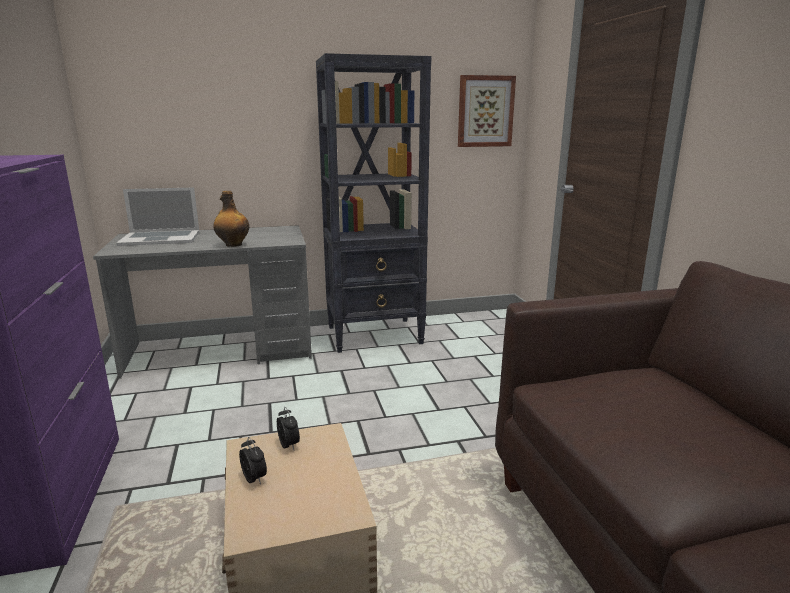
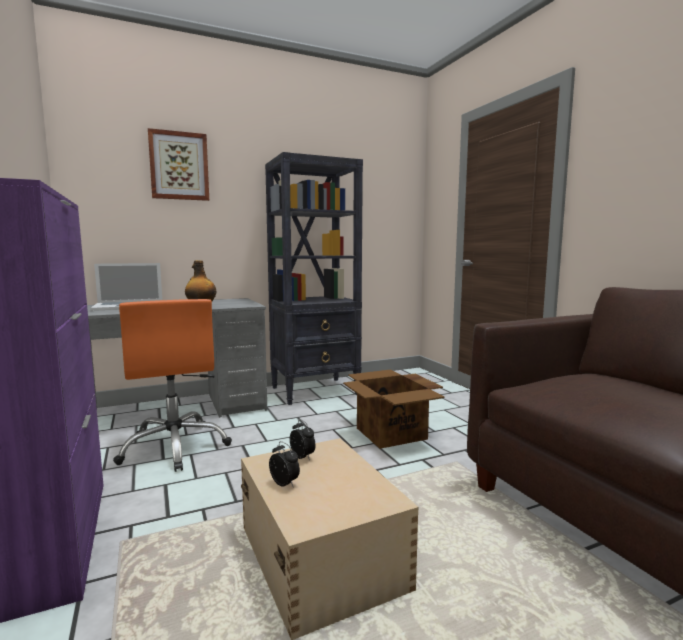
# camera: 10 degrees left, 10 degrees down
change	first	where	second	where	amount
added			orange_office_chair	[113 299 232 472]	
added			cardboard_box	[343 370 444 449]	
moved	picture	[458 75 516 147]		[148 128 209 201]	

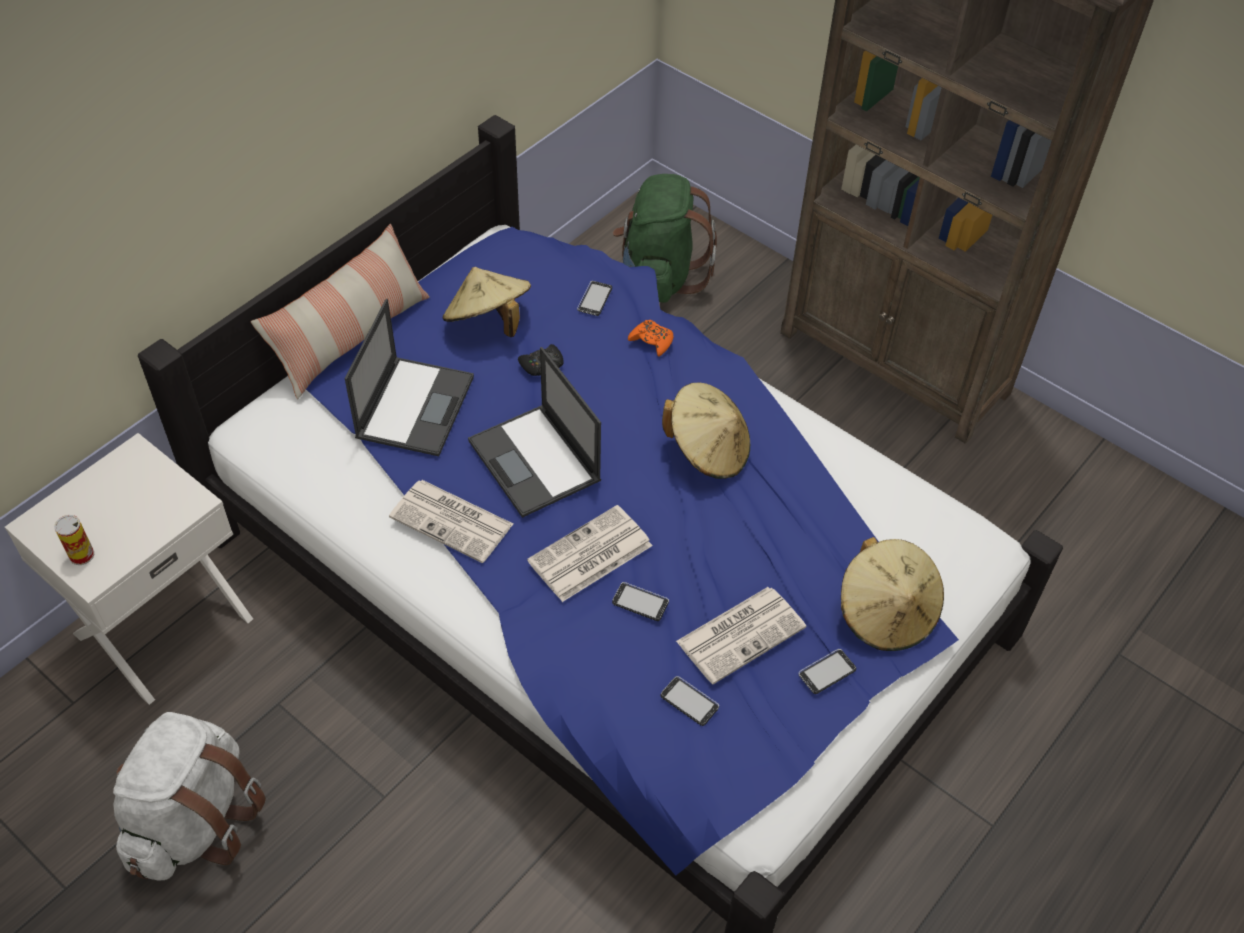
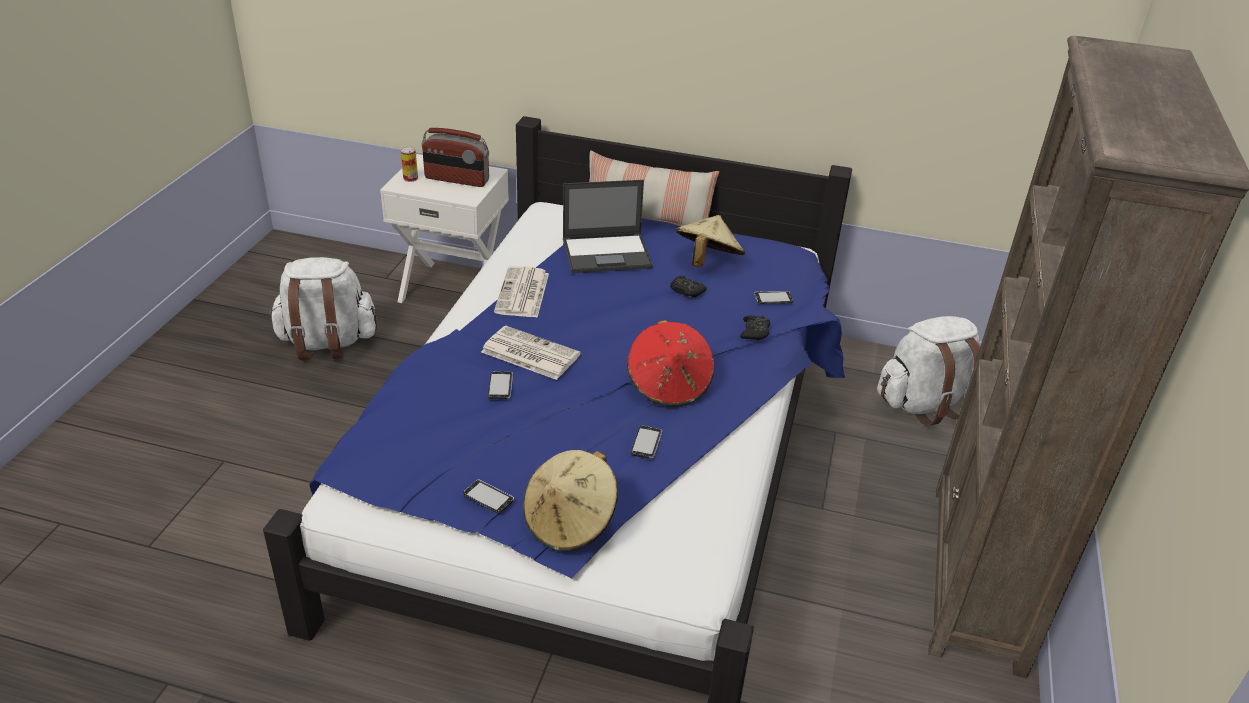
# camera: 65 degrees right, 15 degrees down
change	first	where	second	where	amount
removed	laptop	[468 347 601 518]			
removed	newspaper	[676 587 806 684]			
added			radio	[422 128 489 187]	
moved	phone	[661 676 719 726]		[631 426 662 459]	
recoloured	green_backpack	[613 174 717 303]	white_backpack	[877 316 980 426]	
recoloured	orange_game_controller	[628 320 673 357]	black_game_controller	[740 315 770 340]	
recoloured	beige_hat	[662 383 750 479]	red_hat	[627 320 714 406]	

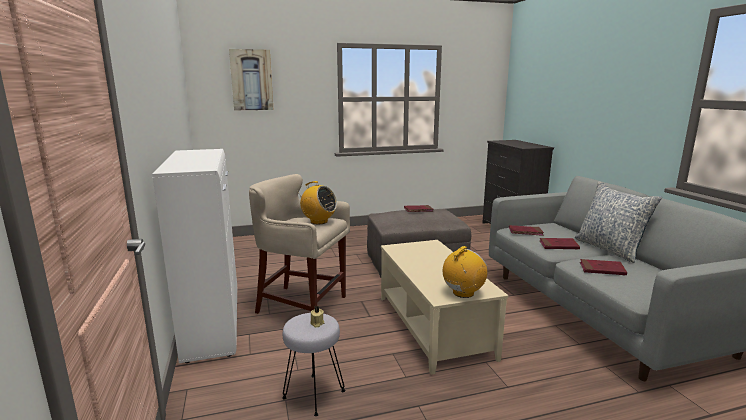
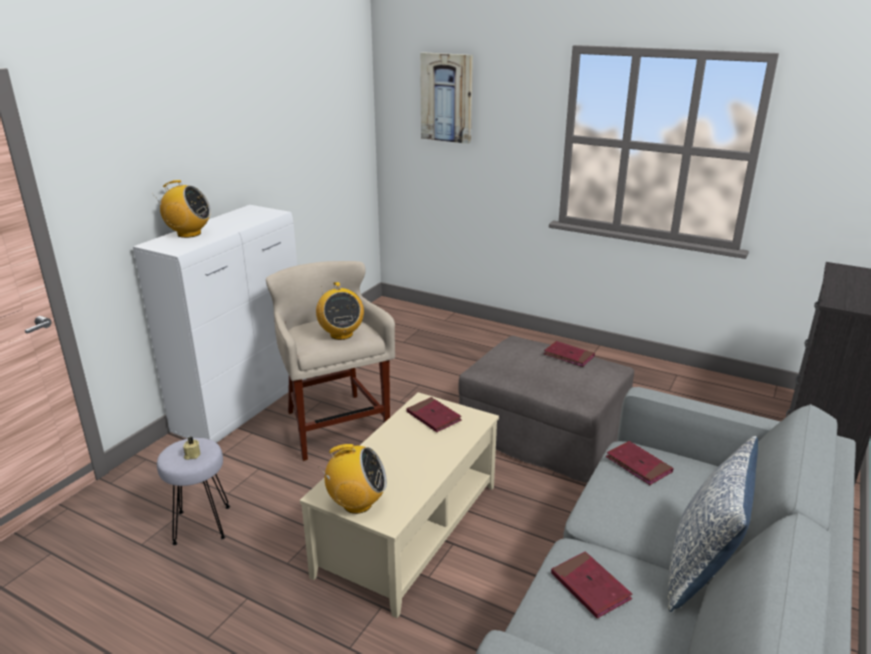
# camera: 45 degrees right, 10 degrees up
change	first	where	second	where	amount
added			radio	[152 180 211 238]	
moved	red_book	[539 238 580 249]		[407 397 462 432]	

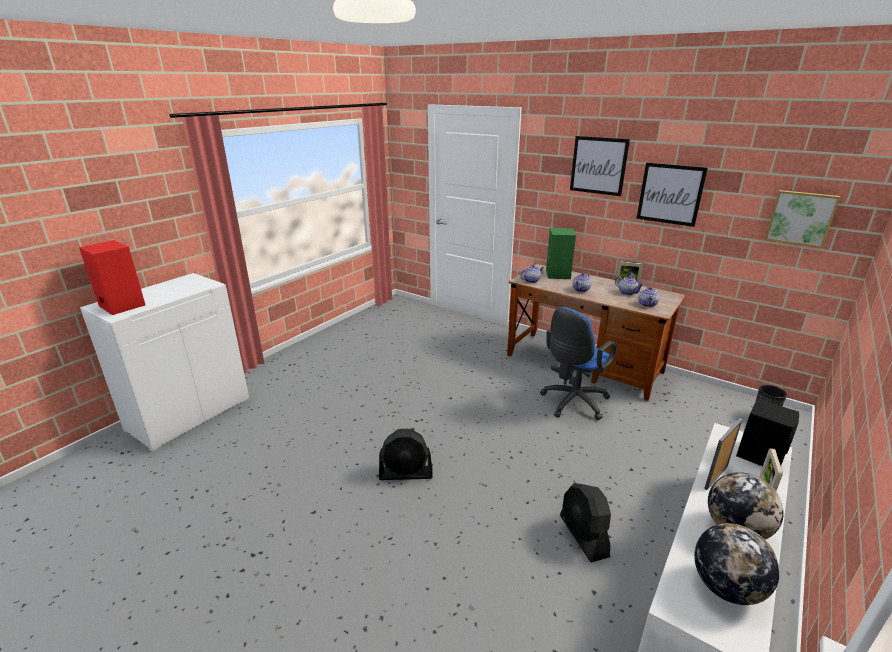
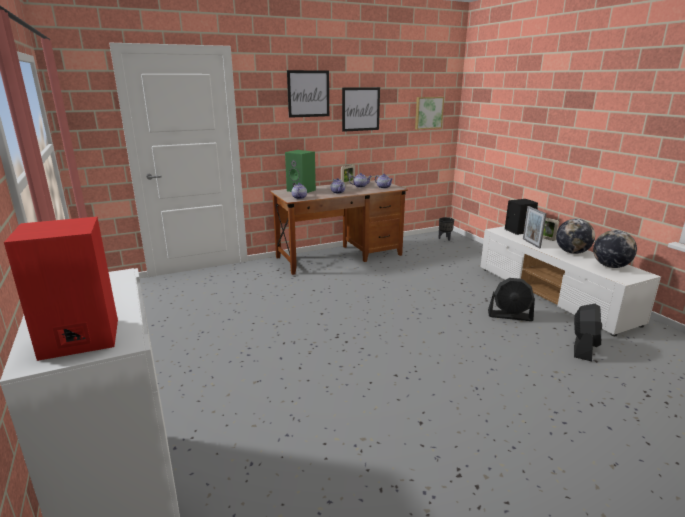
# camera: 60 degrees left, 5 degrees down
change	first	where	second	where	amount
removed	blue_office_chair	[540 307 616 420]			
moved	black_fan	[379 429 433 480]		[574 304 602 361]	

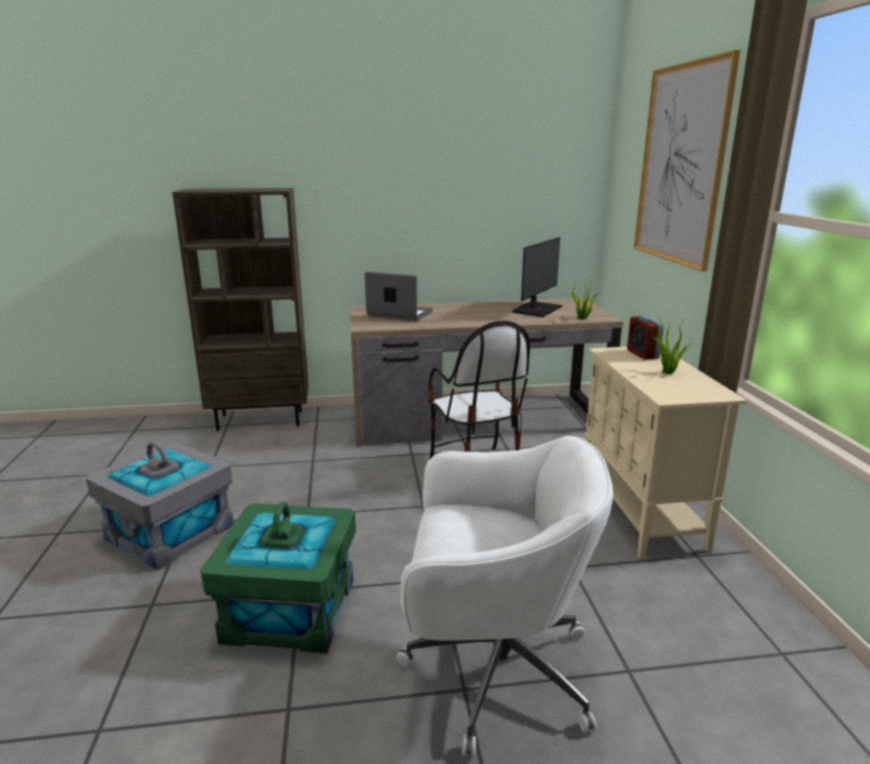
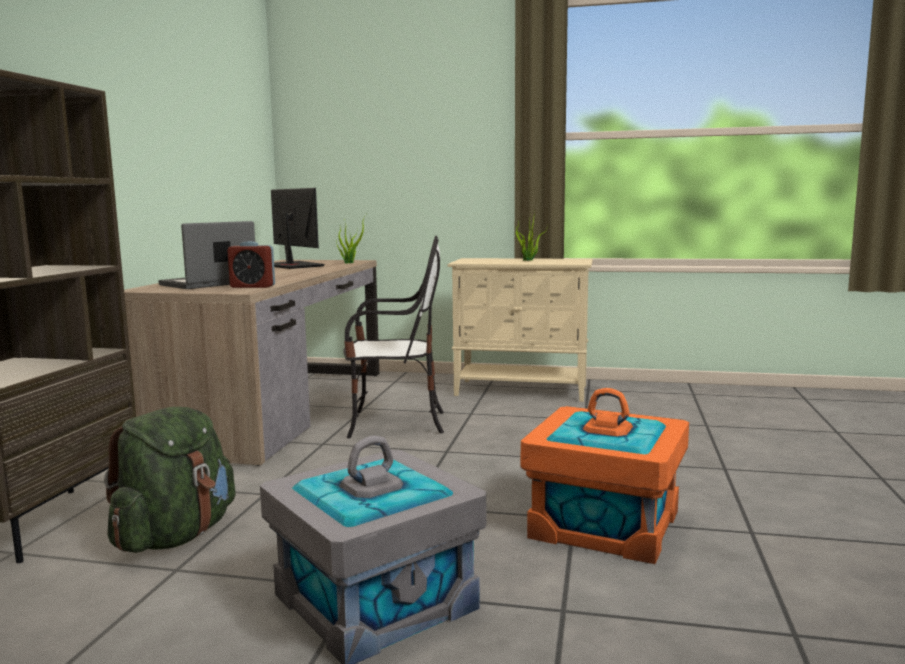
# camera: 70 degrees left, 10 degrees down
change	first	where	second	where	amount
removed	white_office_chair	[396 436 613 757]			
removed	picture	[634 50 741 272]			
added			green_backpack	[104 407 235 553]	
moved	alarm_clock	[627 315 664 360]		[227 241 275 288]	
recoloured	green_storage_box	[200 502 356 653]	orange_storage_box	[521 388 689 564]	

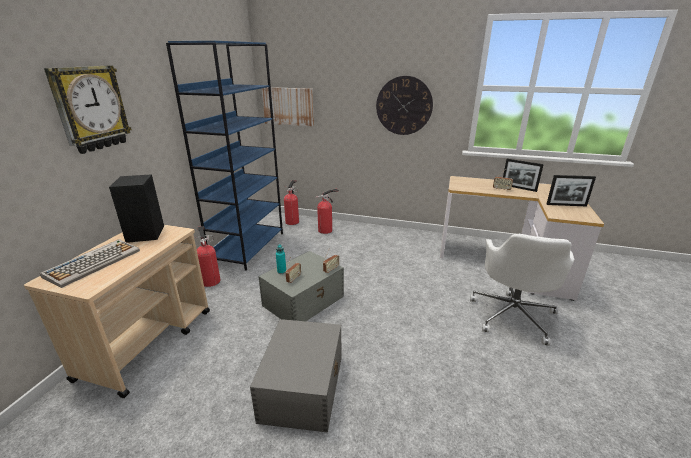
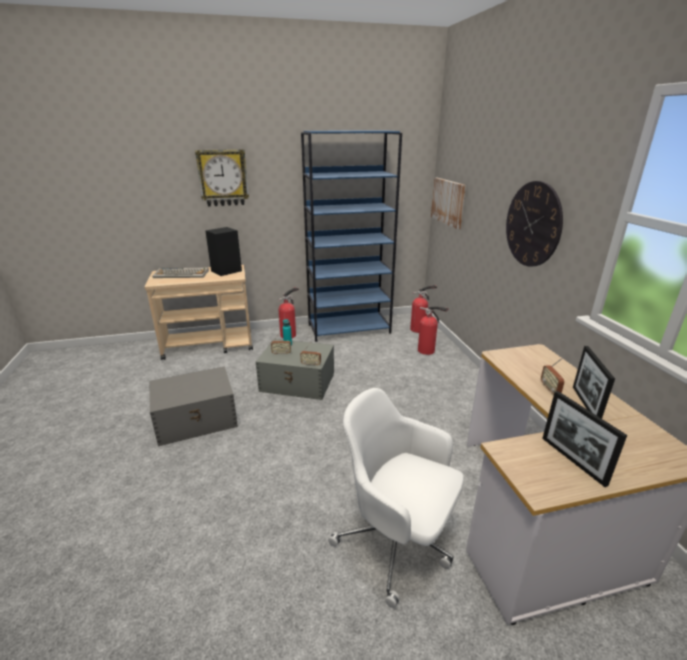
# camera: 60 degrees right, 0 degrees up
change	first	where	second	where	amount
turned	white_office_chair	[470 234 574 346]		[328 388 464 608]	45 degrees clockwise

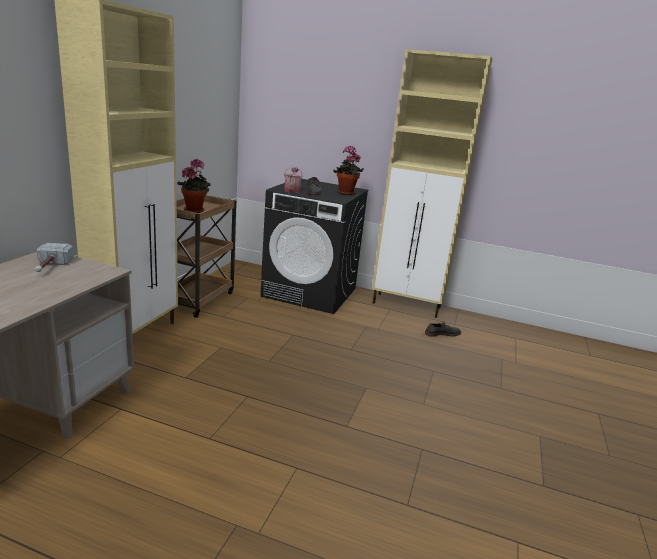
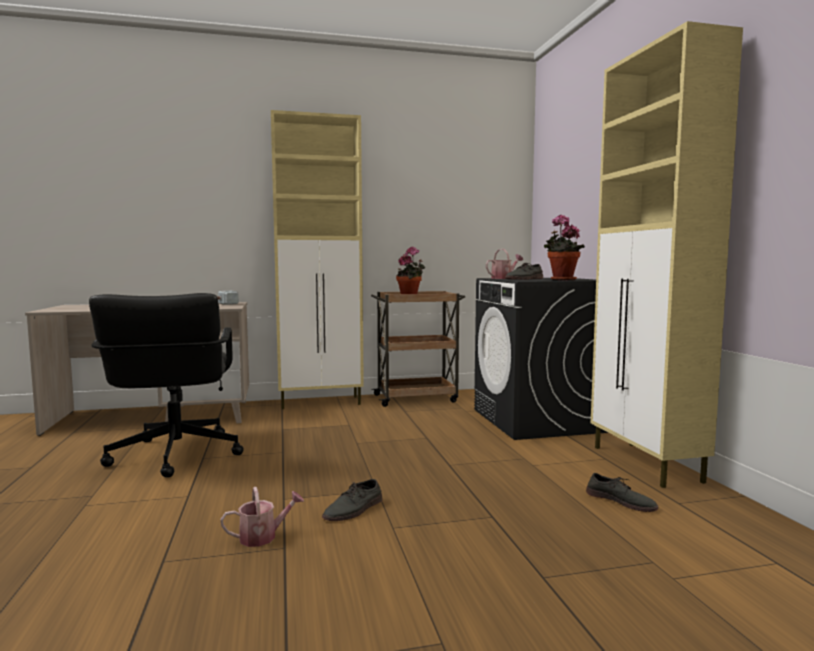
# camera: 60 degrees right, 15 degrees down
change	first	where	second	where	amount
added			black_office_chair	[89 293 243 477]	
added			watering_can	[220 487 304 547]	
added			grey_shoe	[322 479 383 521]	

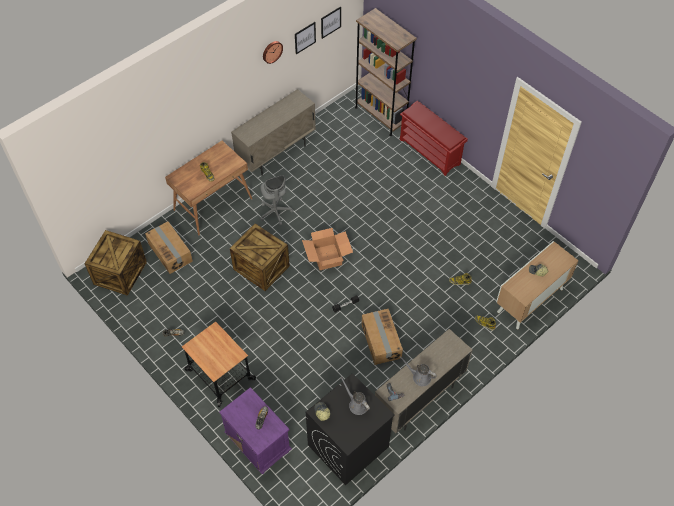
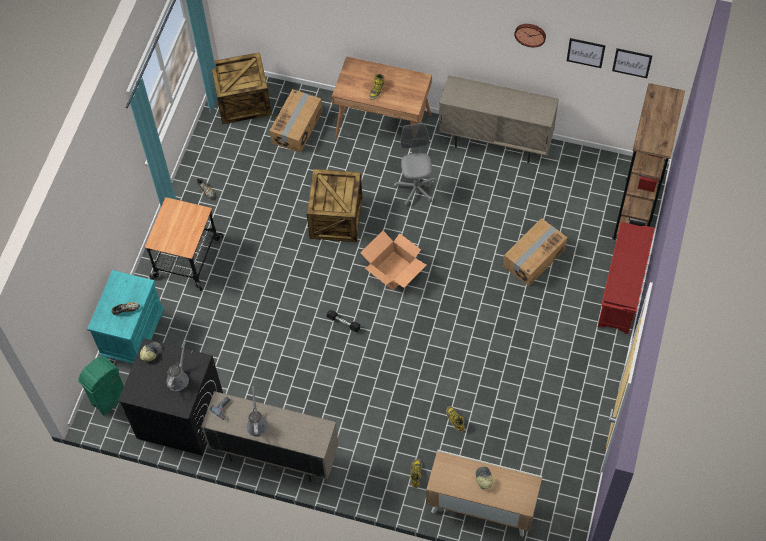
# camera: 60 degrees right, 5 degrees up
change	first	where	second	where	amount
added			green_trash_can	[78 356 124 416]	
moved	cardboard_box	[361 309 403 365]		[503 218 567 286]	
recoloured	purple_nightstand	[219 387 292 474]	turquoise_nightstand	[87 270 164 364]	
turned	grey_office_chair	[260 175 293 225]		[394 123 437 205]	135 degrees clockwise

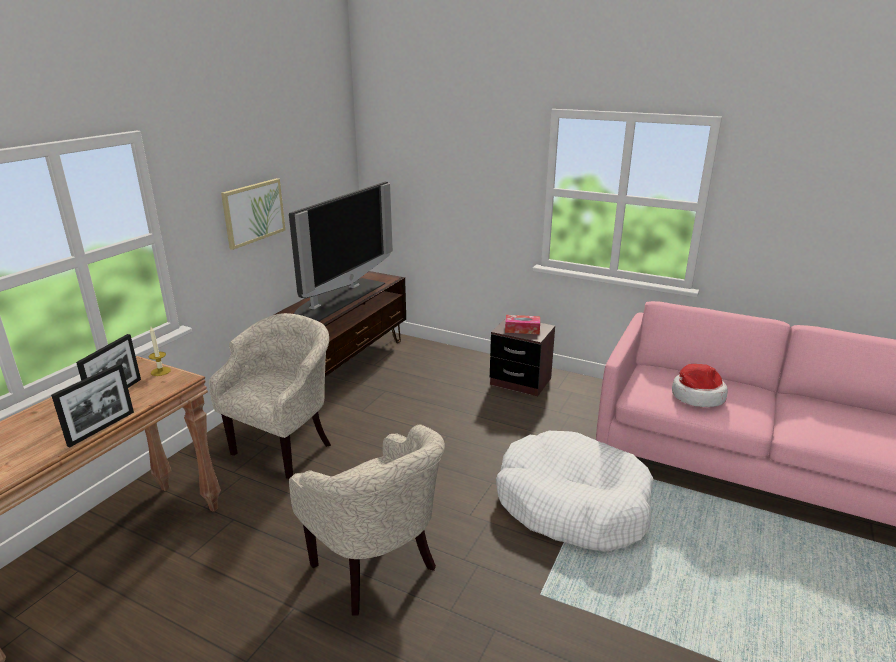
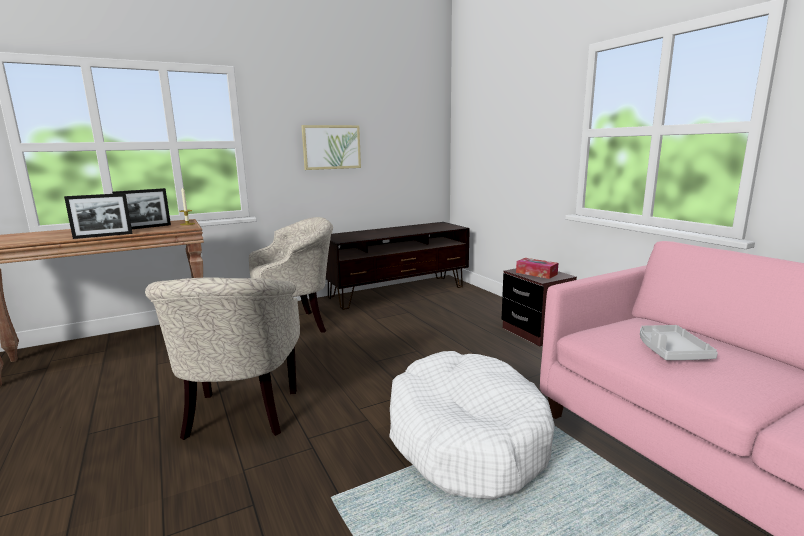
# camera: 35 degrees right, 10 degrees down
change	first	where	second	where	amount
removed	television	[289 182 393 321]			
replaced	hat	[672 364 728 407]	grey_tray	[640 325 718 360]	

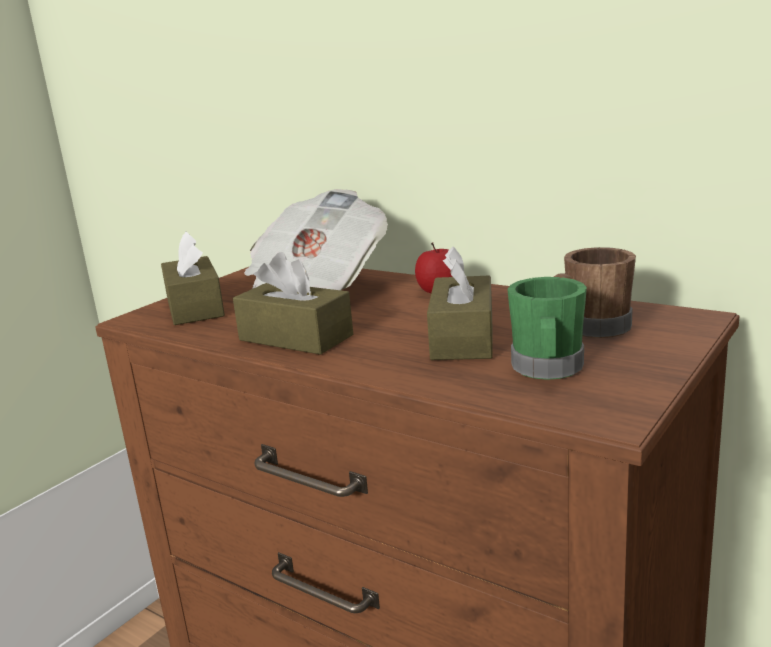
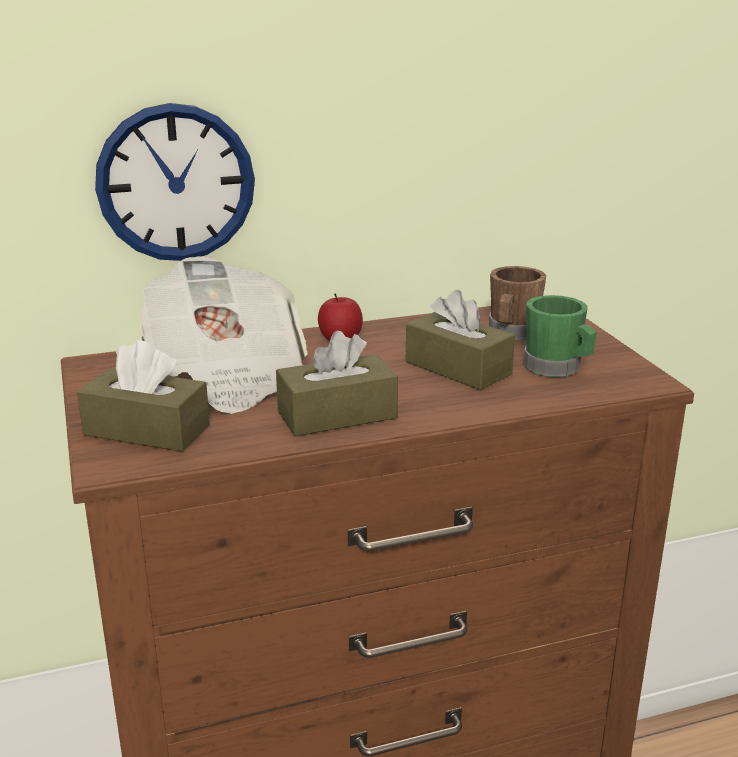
# camera: 55 degrees left, 5 degrees up
change	first	where	second	where	amount
added			wall_clock	[95 103 255 261]	

